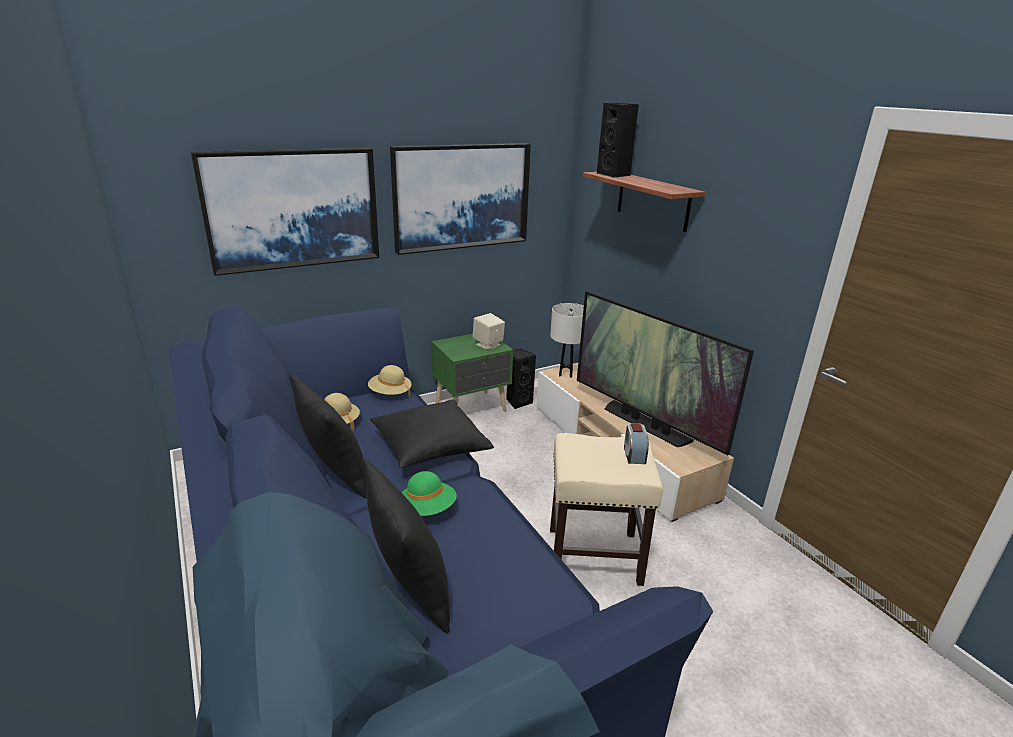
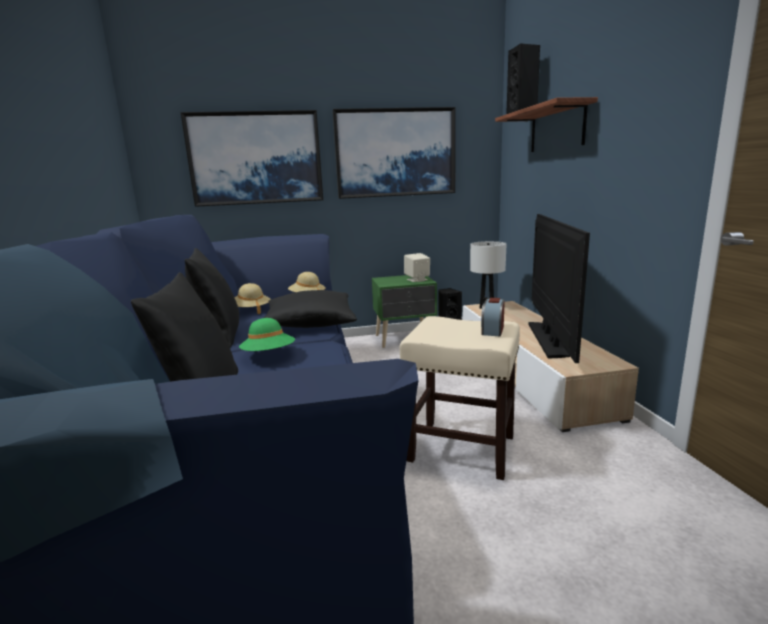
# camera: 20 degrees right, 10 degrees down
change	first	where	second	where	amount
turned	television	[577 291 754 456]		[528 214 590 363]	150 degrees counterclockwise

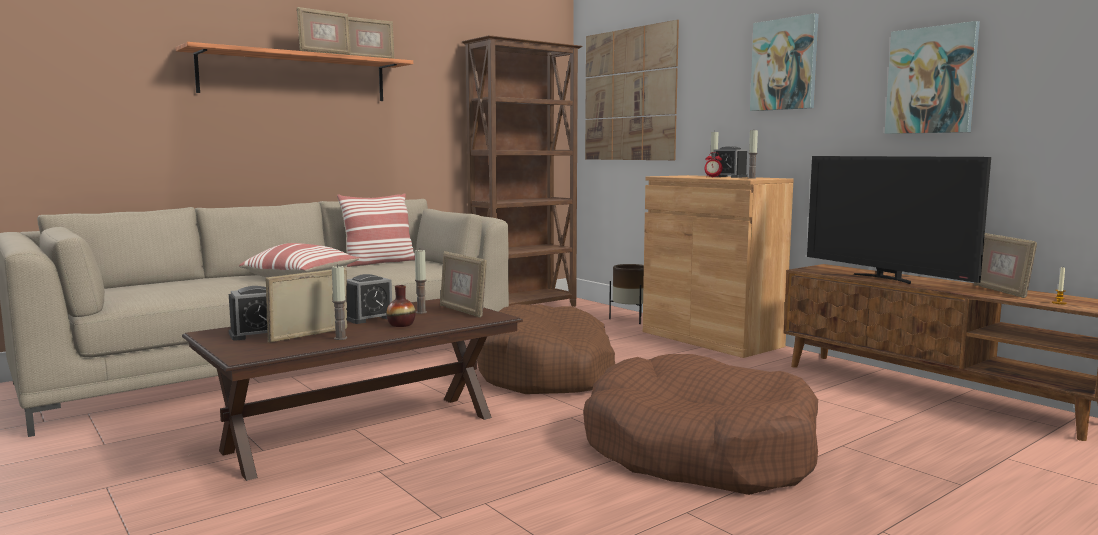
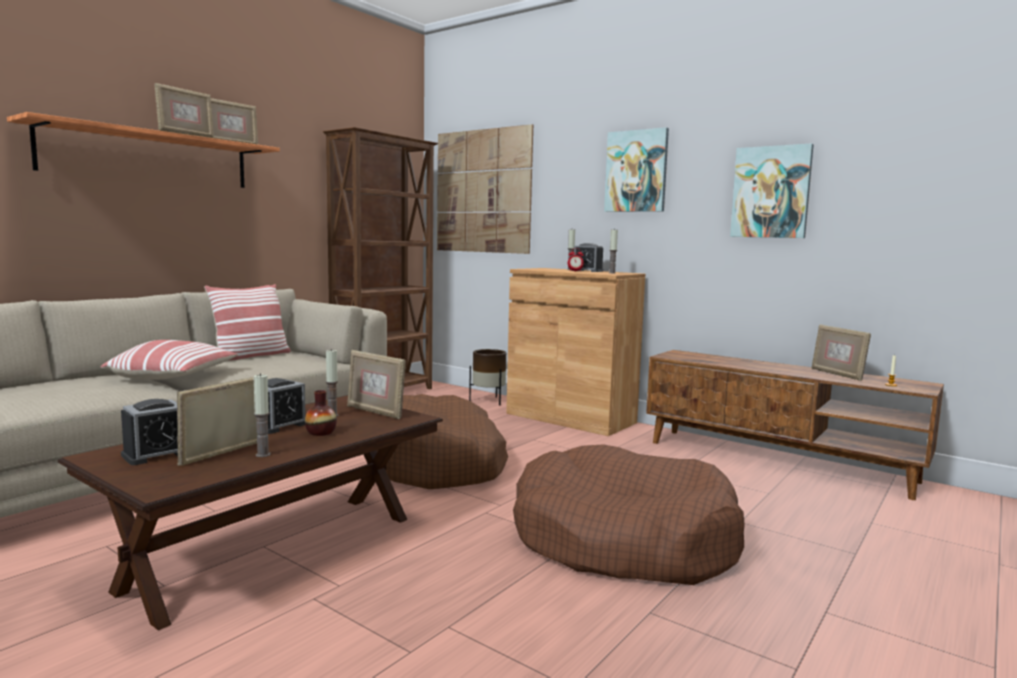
# camera: 15 degrees left, 0 degrees up
change	first	where	second	where	amount
removed	television	[807 156 991 284]			

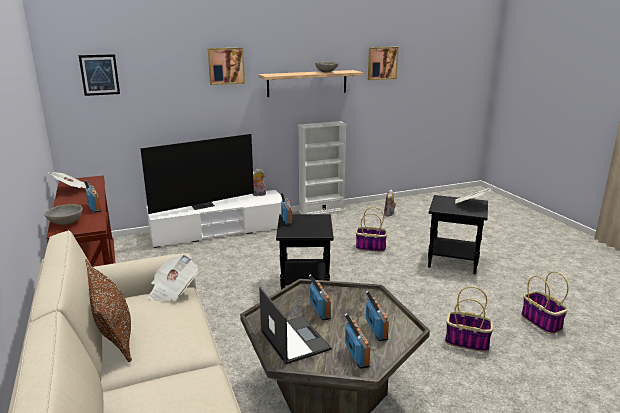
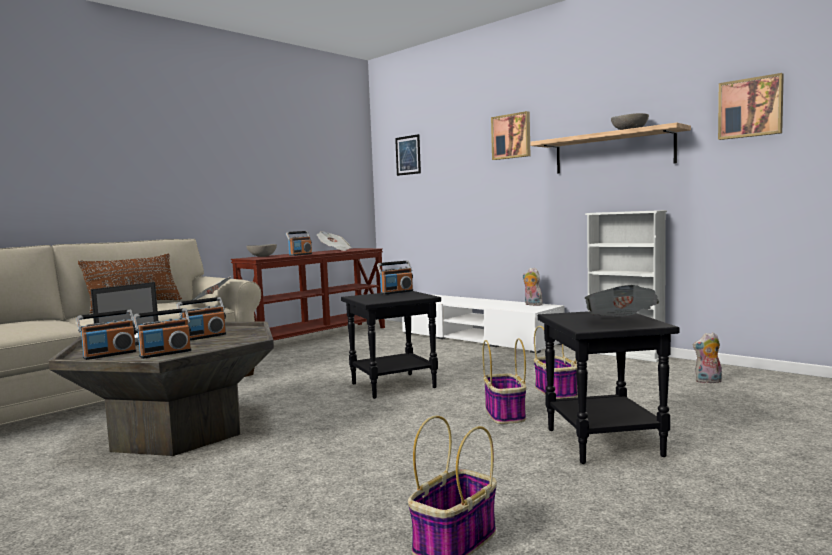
# camera: 65 degrees right, 15 degrees down
change	first	where	second	where	amount
removed	television	[140 134 254 214]			
moved	basket	[445 287 493 352]		[482 338 526 424]	

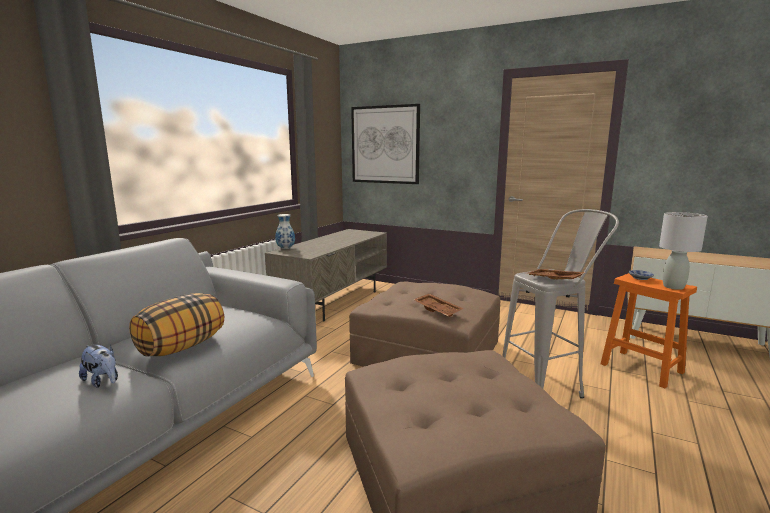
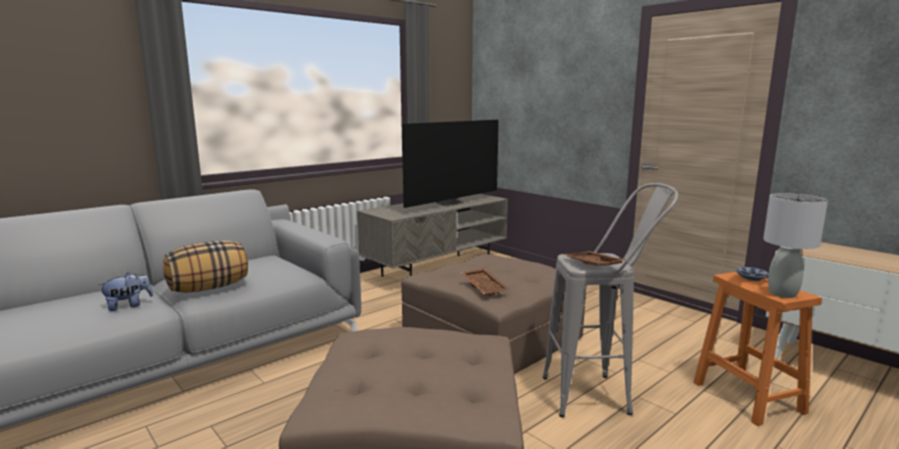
# camera: 20 degrees right, 0 degrees up
change	first	where	second	where	amount
removed	vase	[275 214 295 249]			
removed	picture	[351 104 420 184]			
added			television	[402 120 499 208]	
turned	plush_toy	[79 344 118 388]		[98 272 153 311]	90 degrees counterclockwise

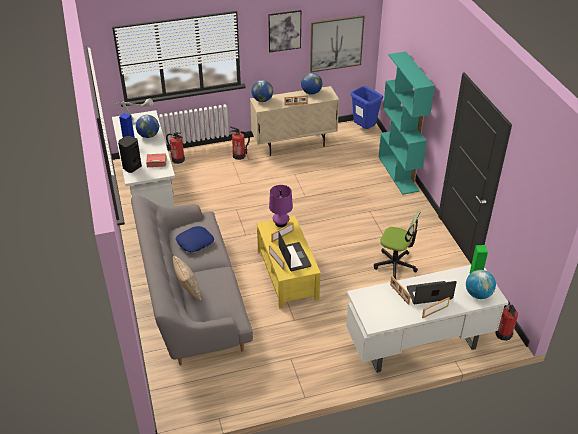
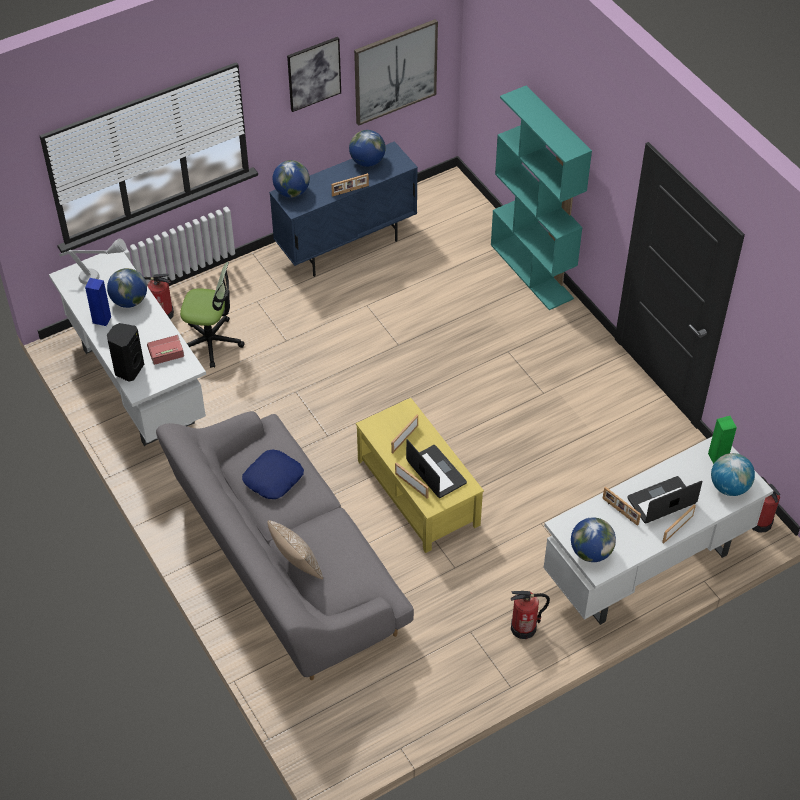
# camera: 15 degrees left, 10 degrees up
change	first	where	second	where	amount
removed	purple_table_lamp	[269 185 293 227]			
removed	blue_trash_can	[351 86 383 129]			
added			globe	[571 517 616 562]	
moved	fire_extinguisher	[230 126 250 160]		[511 591 550 639]	
moved	office_chair	[374 210 421 279]		[180 262 245 368]	
recoloured	beige_cabinet	[250 86 339 156]	blue_cabinet	[269 141 418 277]	

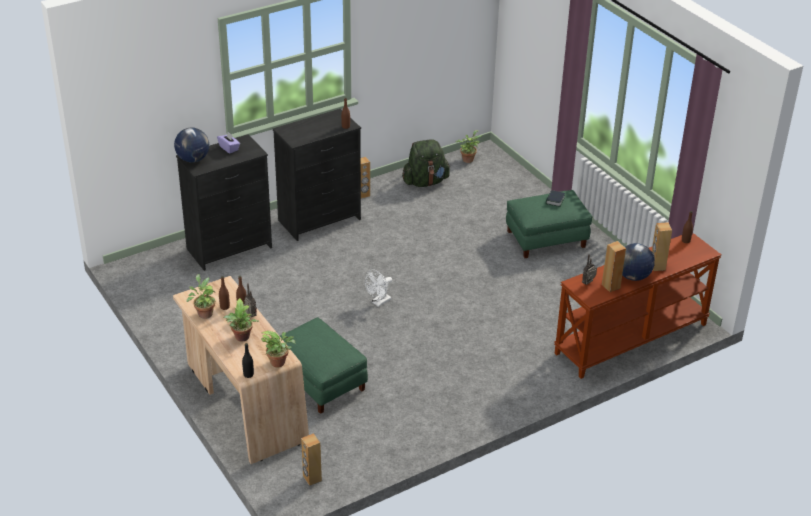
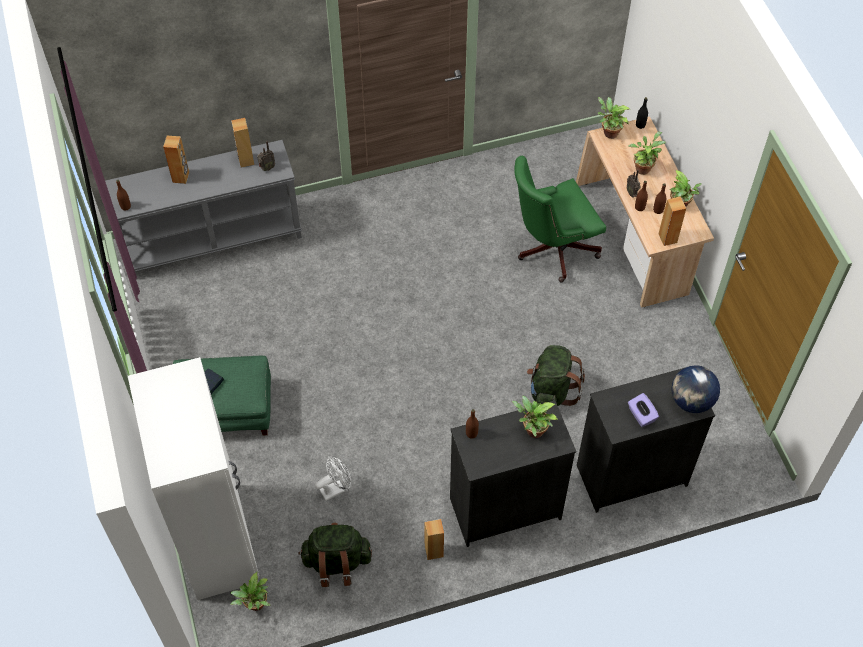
# camera: 165 degrees left, 20 degrees up
change	first	where	second	where	amount
removed	globe	[622 243 655 281]			
added			white_wardrobe	[128 357 259 600]	
added			potted_plant	[512 396 558 438]	
added			green_backpack	[527 345 585 406]	
moved	brown_speaker	[301 433 322 486]		[659 196 686 246]	
moved	white_fan	[365 270 392 307]		[315 456 351 501]	
replaced	green_ottoman	[280 317 368 414]	green_office_chair	[514 156 606 282]	
recoloured	brown_console_table	[554 233 721 379]	grey_console_table	[105 140 302 272]	

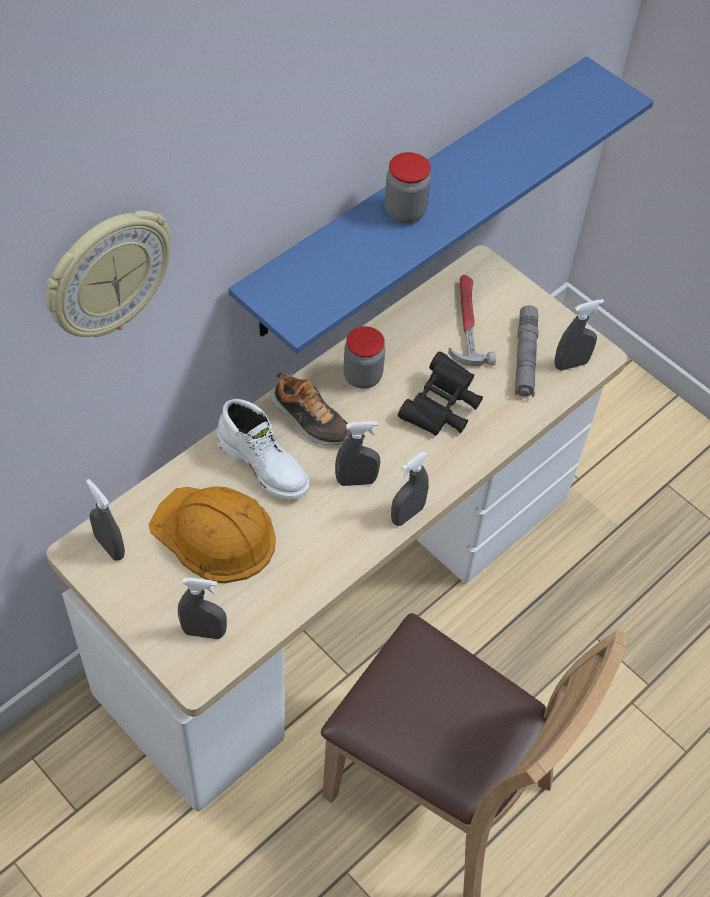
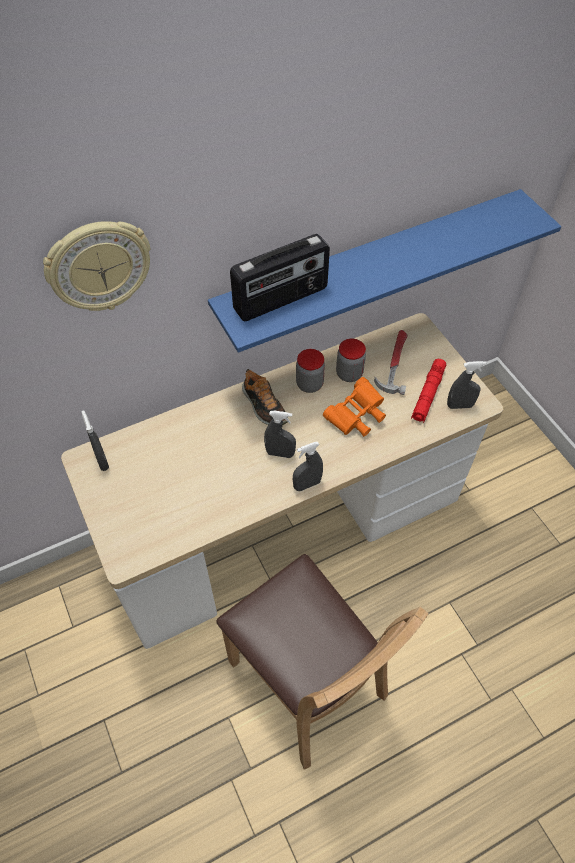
# camera: 20 degrees right, 0 degrees up
change	first	where	second	where	amount
removed	orange_hard_hat	[149 486 276 583]			
removed	grey_spray_bottle	[178 578 227 639]			
removed	white_boot	[217 399 309 500]			
added			radio	[230 234 330 321]	
moved	jar	[385 152 431 223]		[336 338 366 382]	
recoloured	black_binoculars	[398 352 483 436]	orange_binoculars	[323 377 386 437]	
recoloured	grey_flashlight	[515 305 539 397]	red_flashlight	[411 359 446 423]	

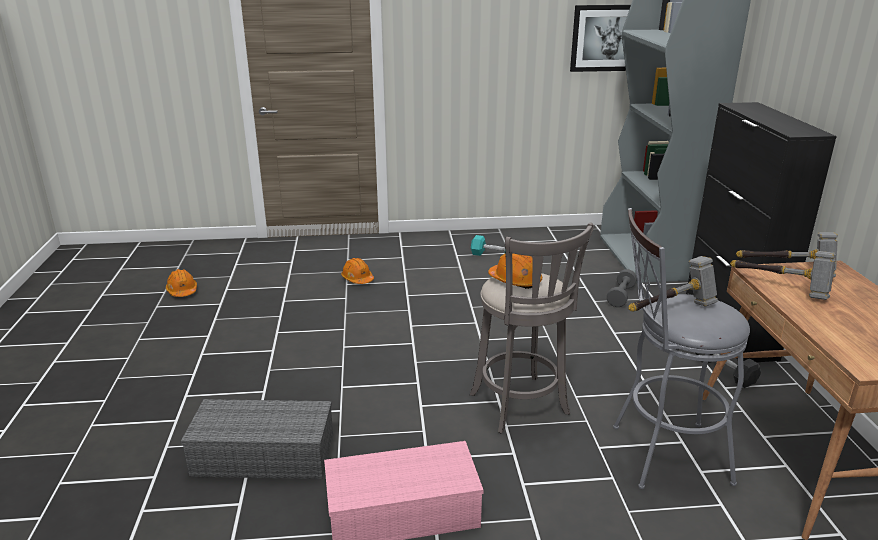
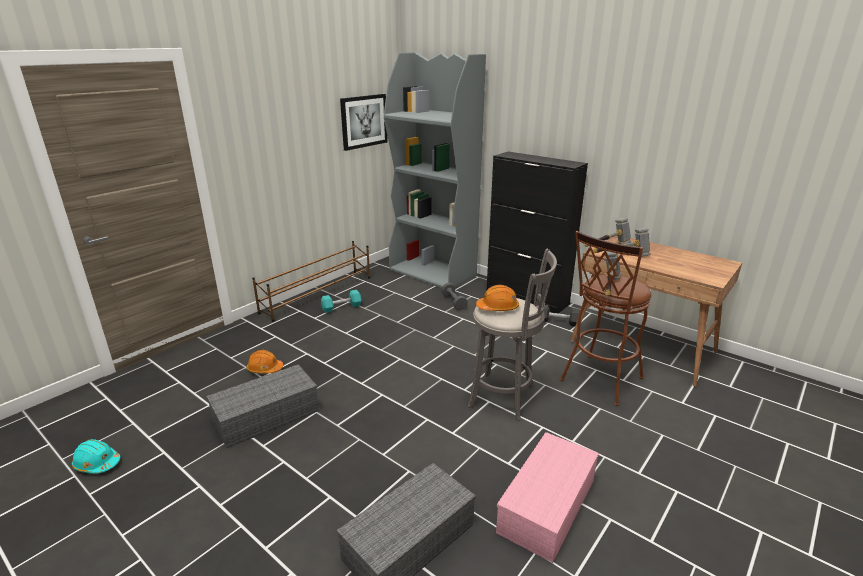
# camera: 45 degrees left, 0 degrees up
change	first	where	second	where	amount
added			grey_storage_box	[206 364 319 448]	
added			brown_shoe_rack	[252 241 370 322]	
recoloured	orange_hard_hat	[166 269 197 297]	turquoise_hard_hat	[72 439 120 473]	
recoloured	grey_stool	[613 208 750 489]	brown_stool	[560 231 652 406]	

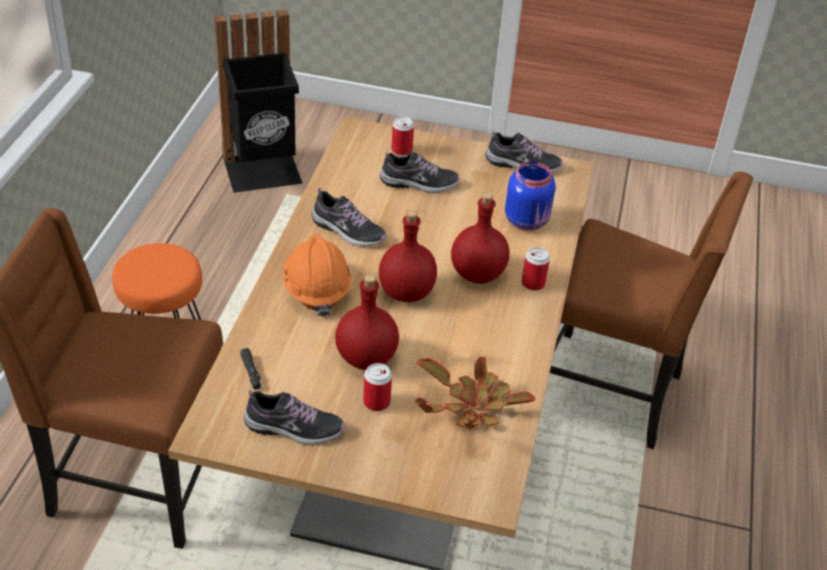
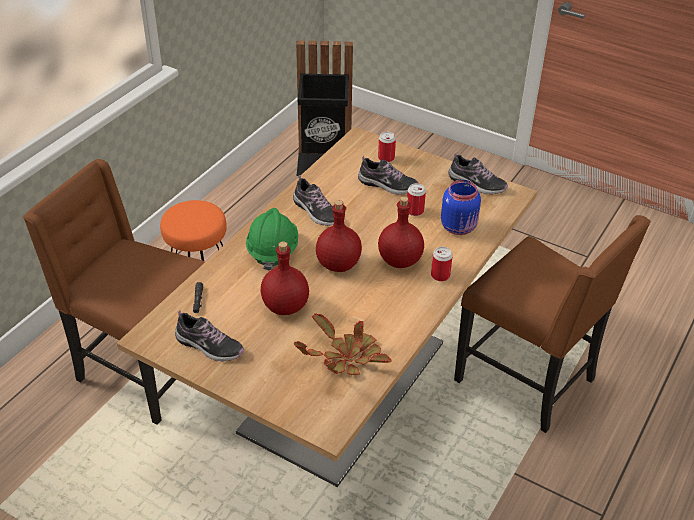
# camera: 20 degrees right, 0 degrees up
change	first	where	second	where	amount
moved	can	[363 363 392 411]		[407 183 426 216]	
recoloured	orange_hard_hat	[283 234 351 317]	green_hard_hat	[246 208 298 271]	

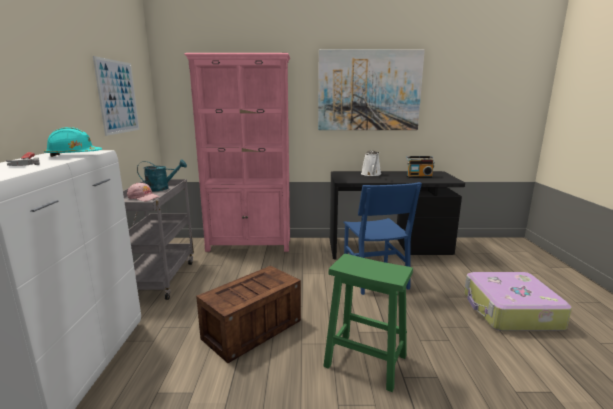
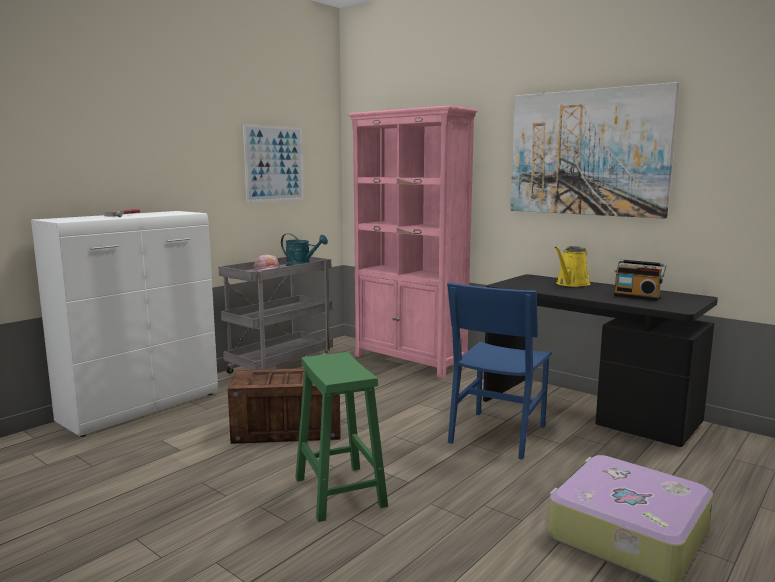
# camera: 40 degrees right, 5 degrees down
change	first	where	second	where	amount
removed	turquoise_hard_hat	[44 127 102 157]			
recoloured	white_watering_can	[361 150 381 176]	yellow_watering_can	[555 246 590 287]	

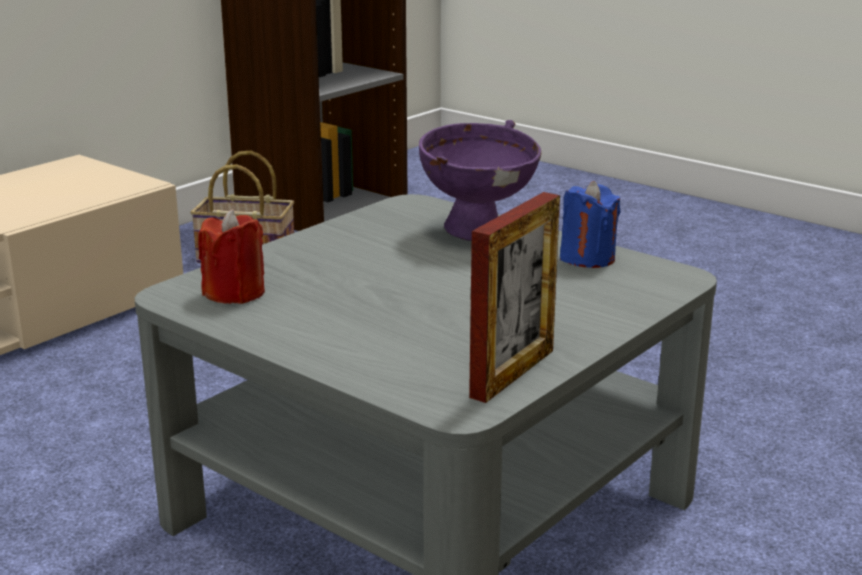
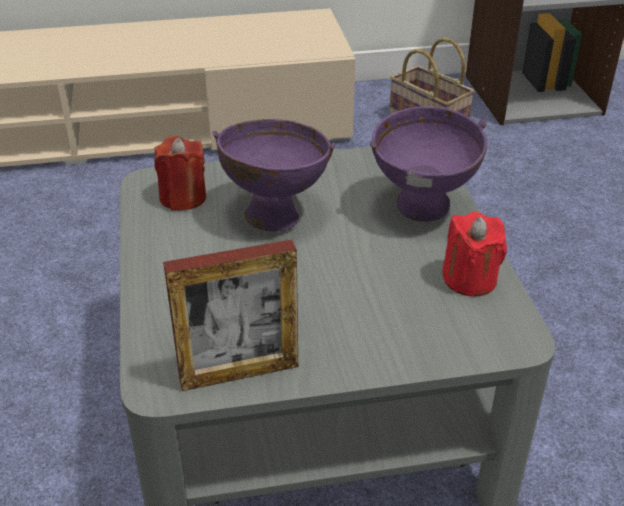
# camera: 40 degrees right, 15 degrees up
change	first	where	second	where	amount
added			purple_bowl	[212 119 336 232]	
recoloured	blue_candle	[560 181 621 268]	red_candle	[442 212 507 296]	

